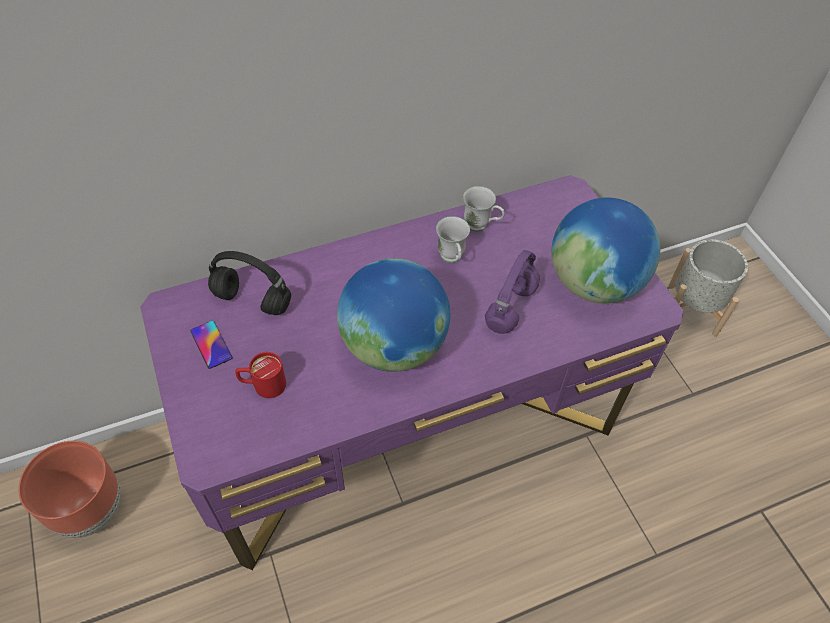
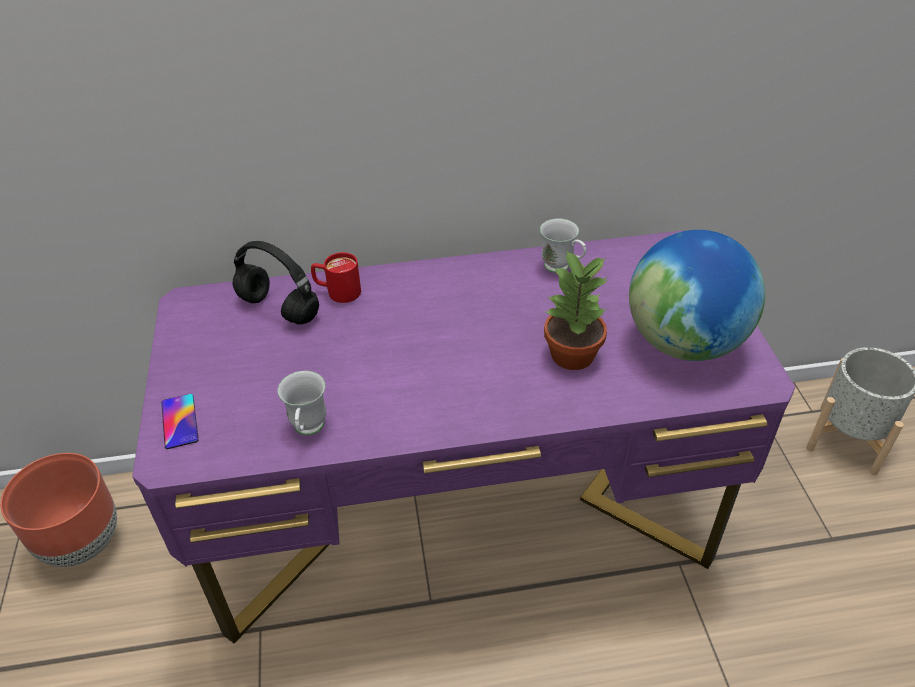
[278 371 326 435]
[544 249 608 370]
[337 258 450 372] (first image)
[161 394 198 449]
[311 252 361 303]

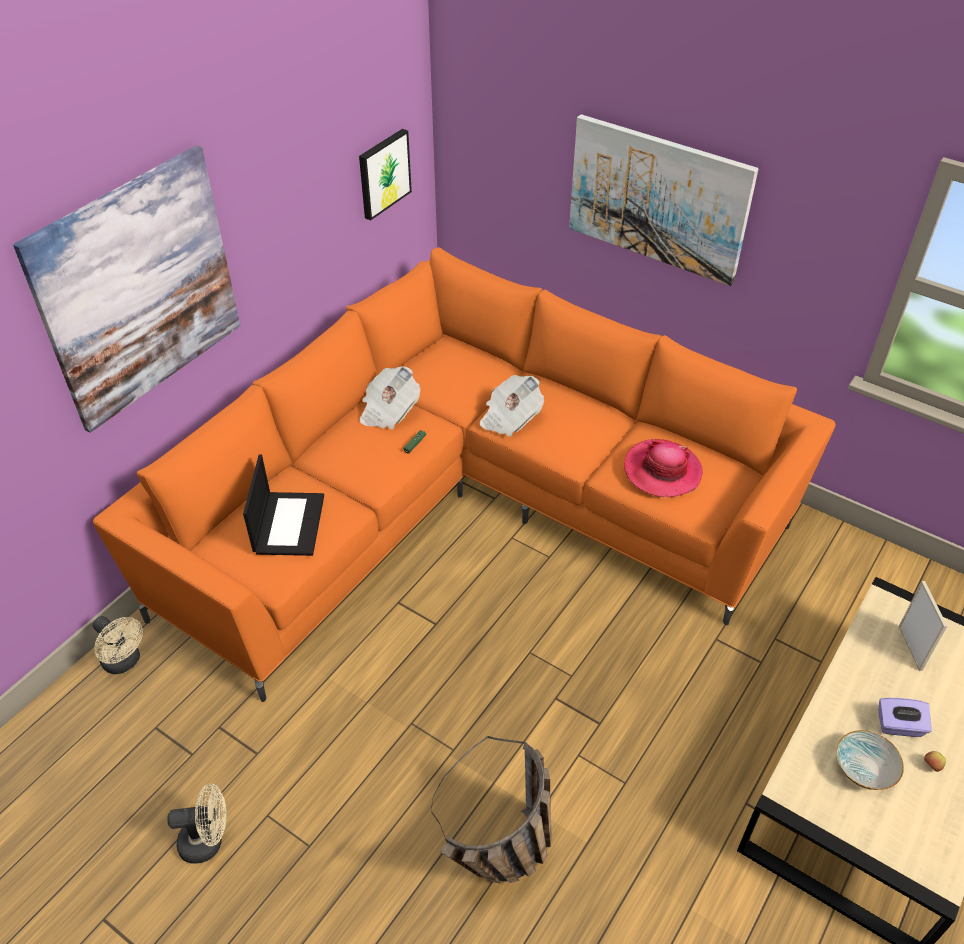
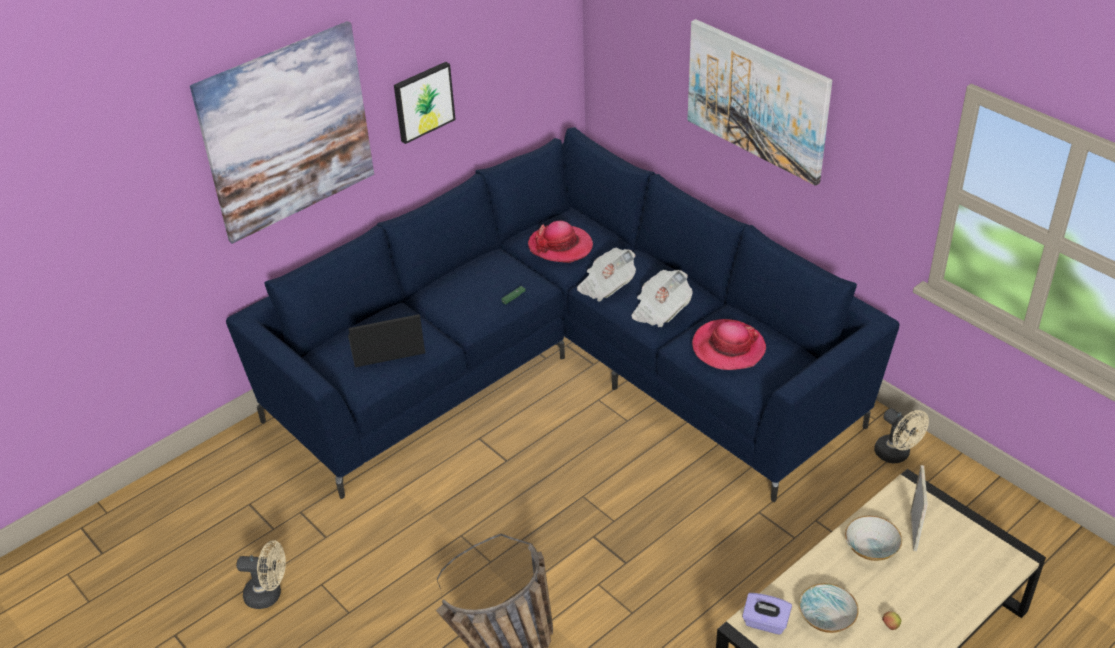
[394 62 456 144]
[226 127 899 502]
[632 270 693 327]
[348 314 425 367]
[874 408 929 463]
[742 593 792 635]
[528 221 593 263]
[845 516 902 561]

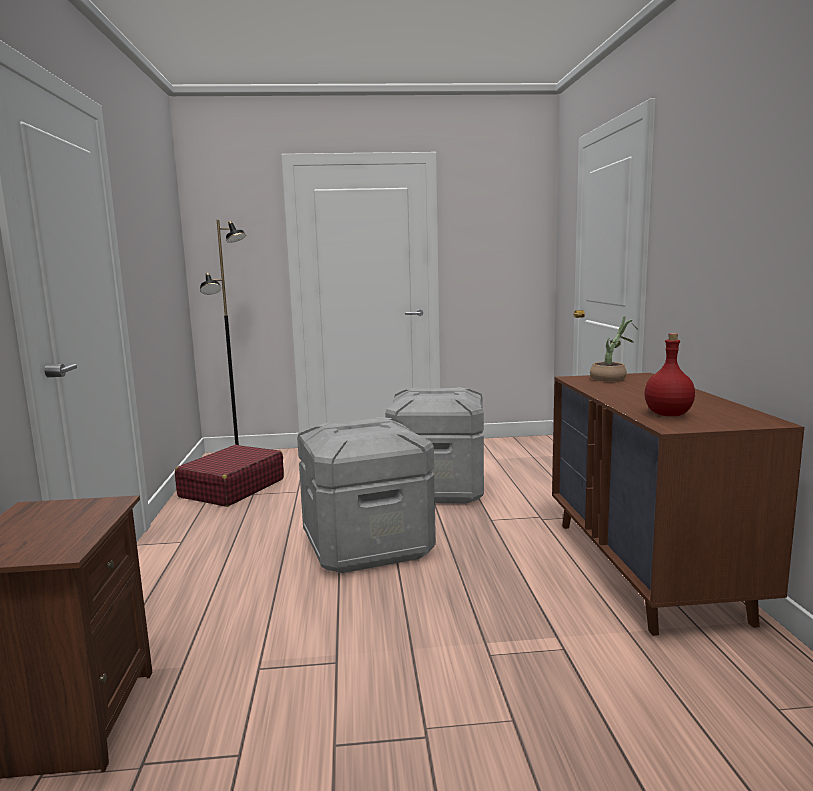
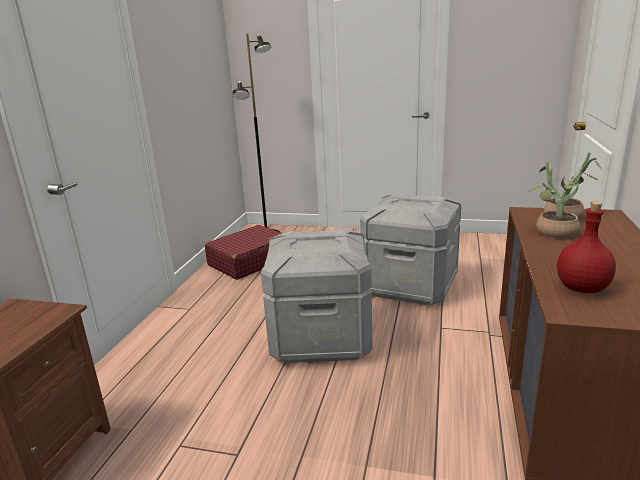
[530 162 580 239]

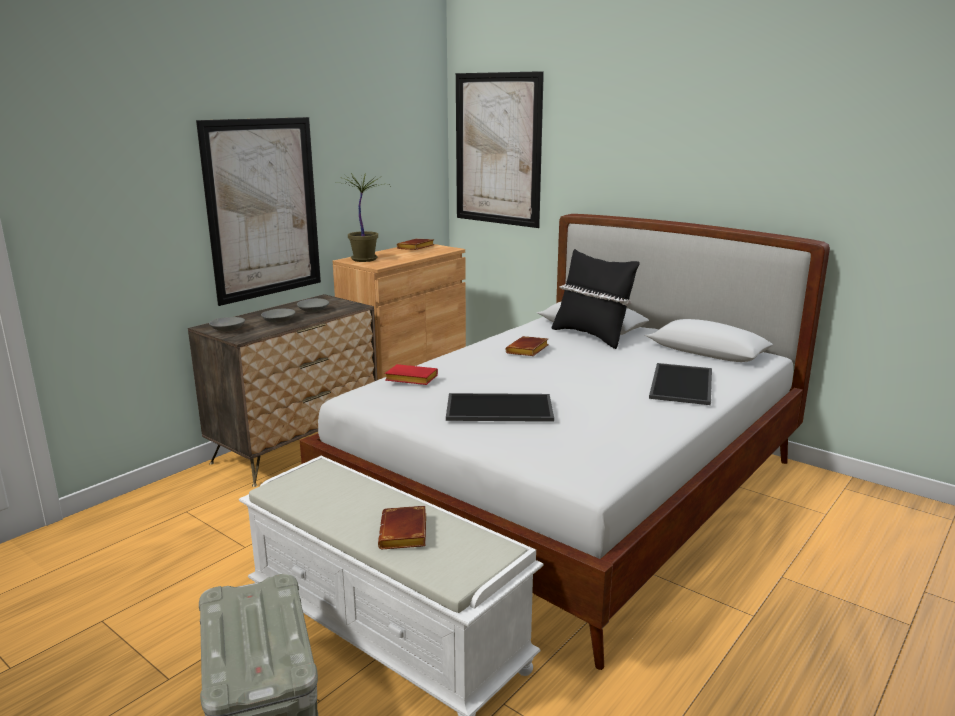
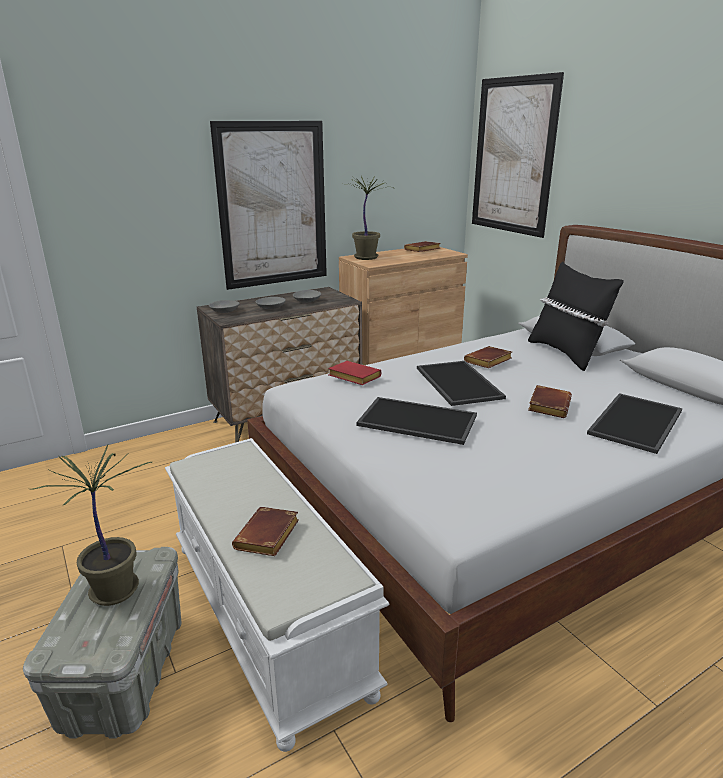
[417 361 506 406]
[528 385 572 418]
[31 444 152 606]

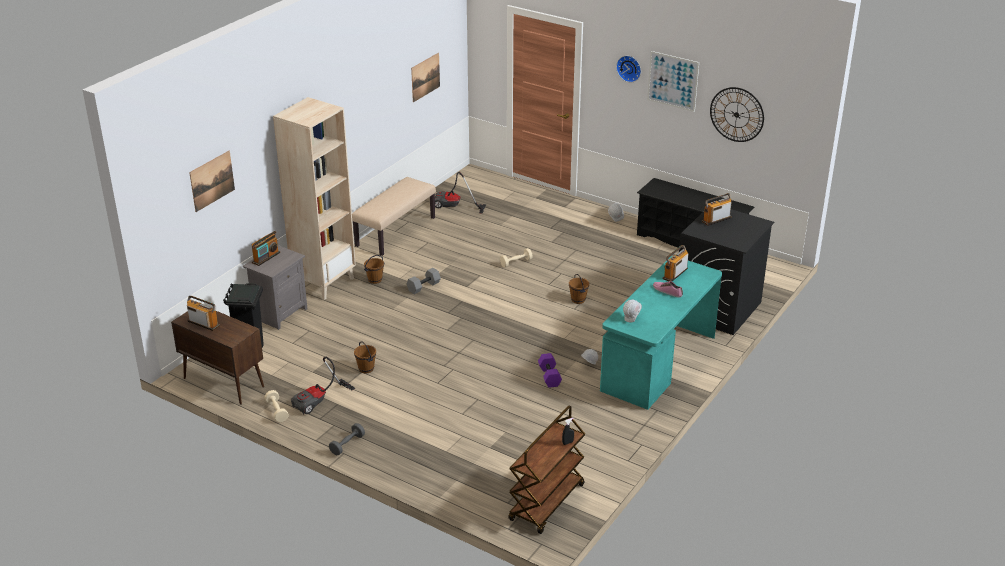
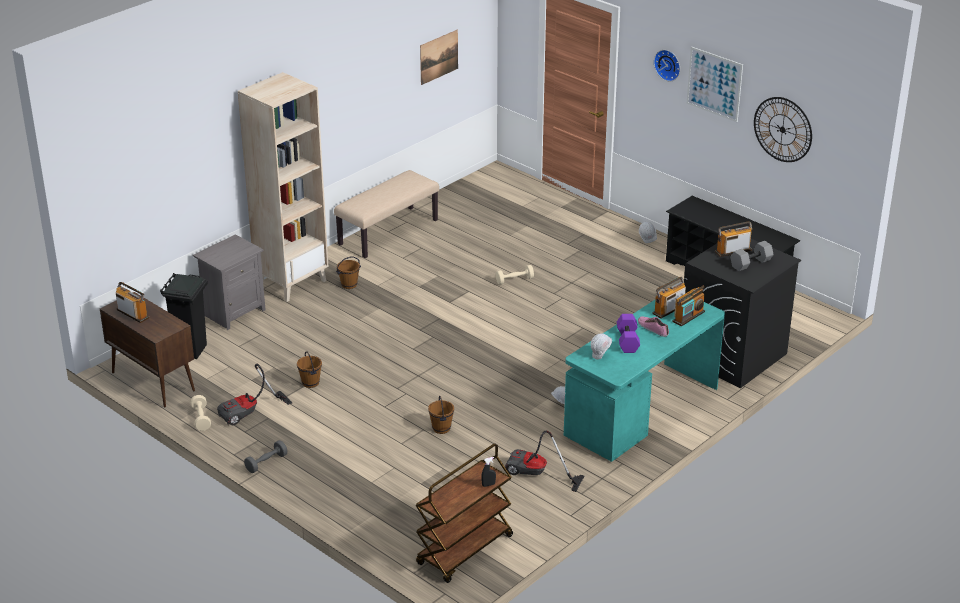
[189 151 235 212] (first image)
[505 430 584 492]
[672 285 705 327]
[730 241 774 271]
[428 396 454 434]
[617 314 640 353]

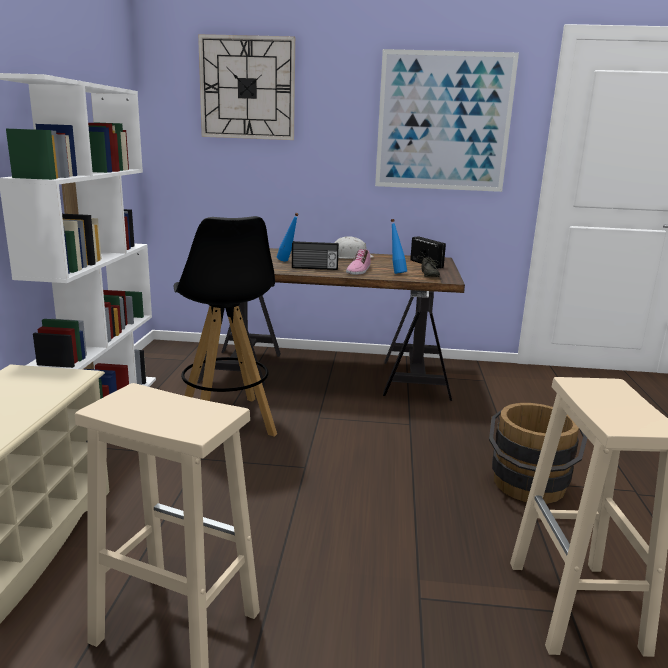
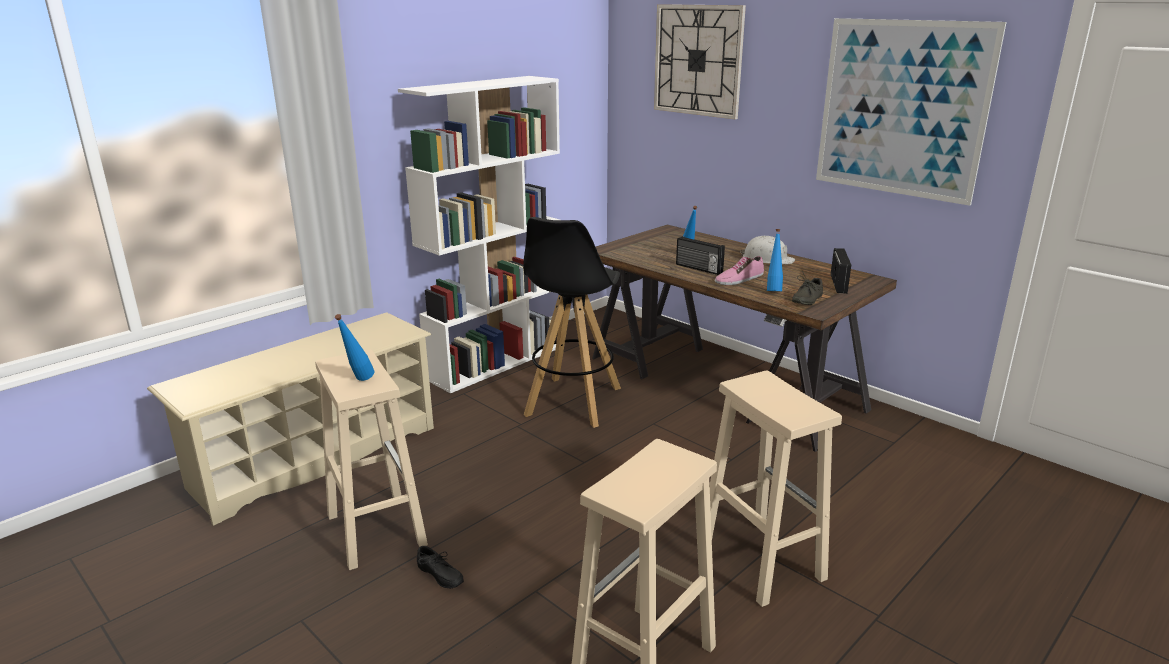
[710 371 842 607]
[335 314 374 381]
[417 546 464 589]

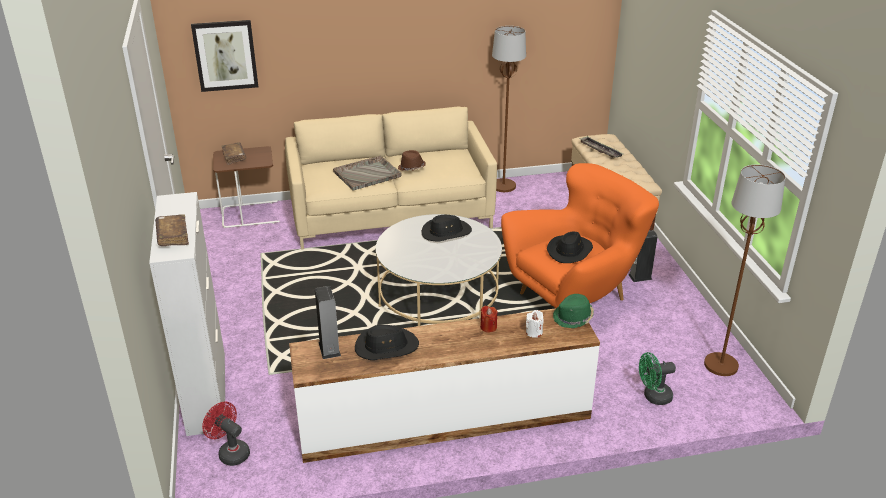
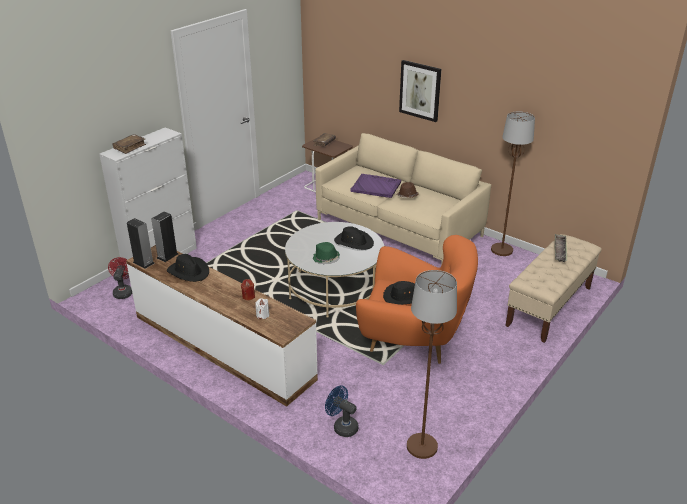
[399 60 441 122]
[350 174 401 198]
[127 218 155 269]
[313 242 340 263]
[325 386 359 437]

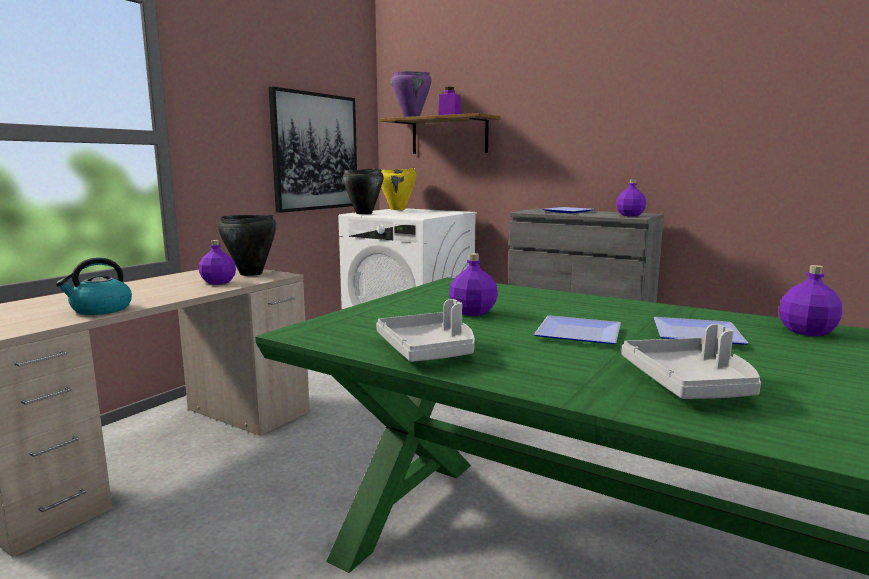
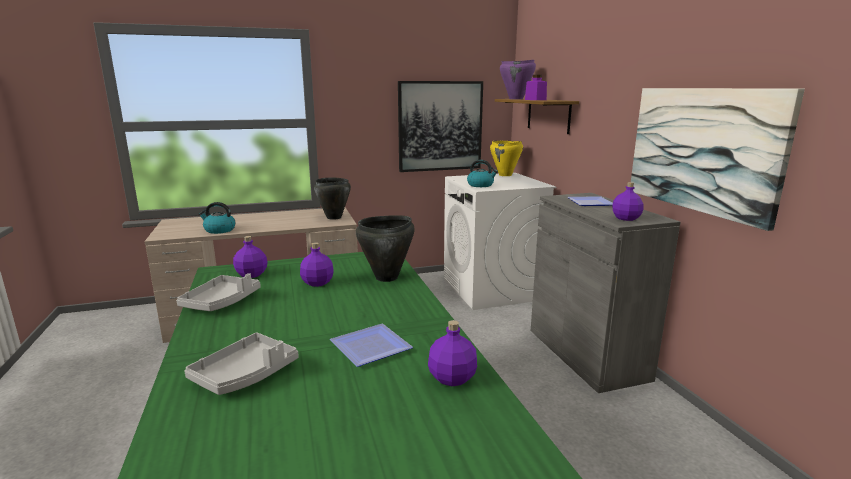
[356 215 415 282]
[233 236 268 278]
[534 315 621 344] (first image)
[631 88 805 231]
[467 160 498 187]

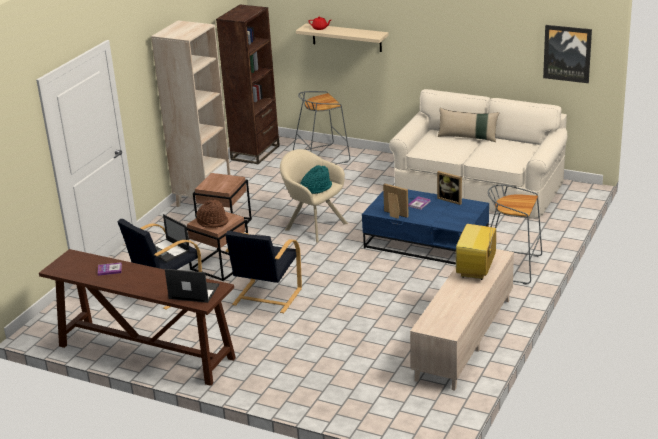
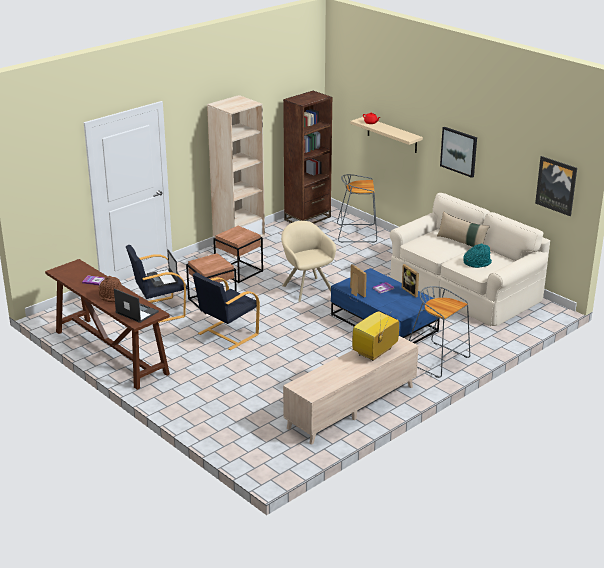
[463 243 492 268]
[99 276 123 302]
[440 127 477 178]

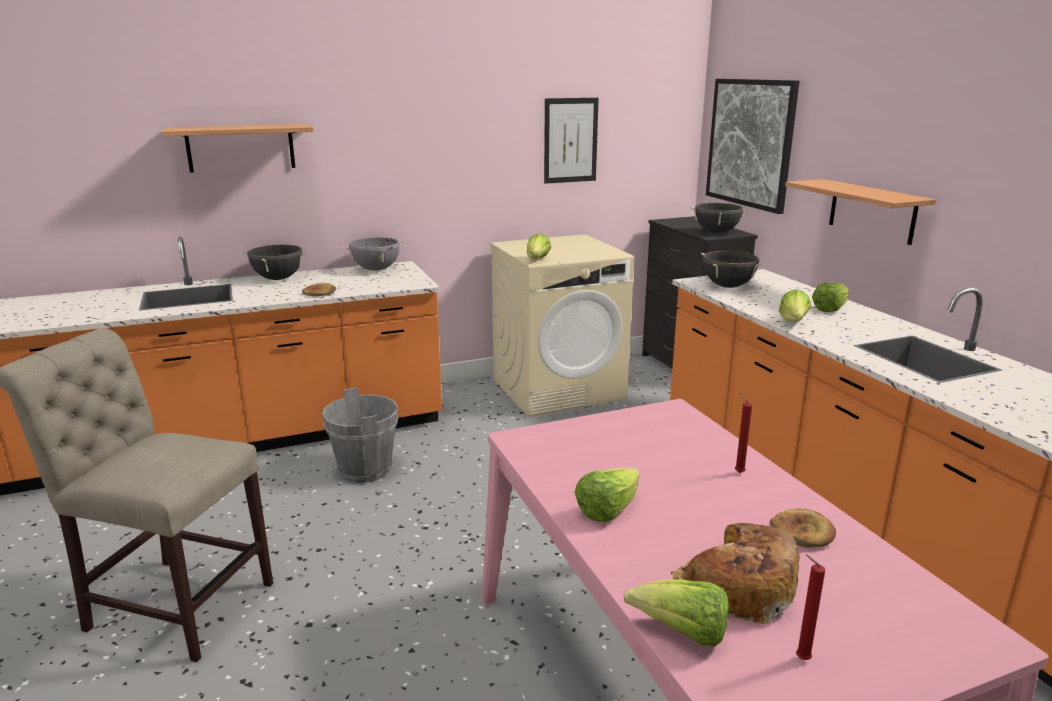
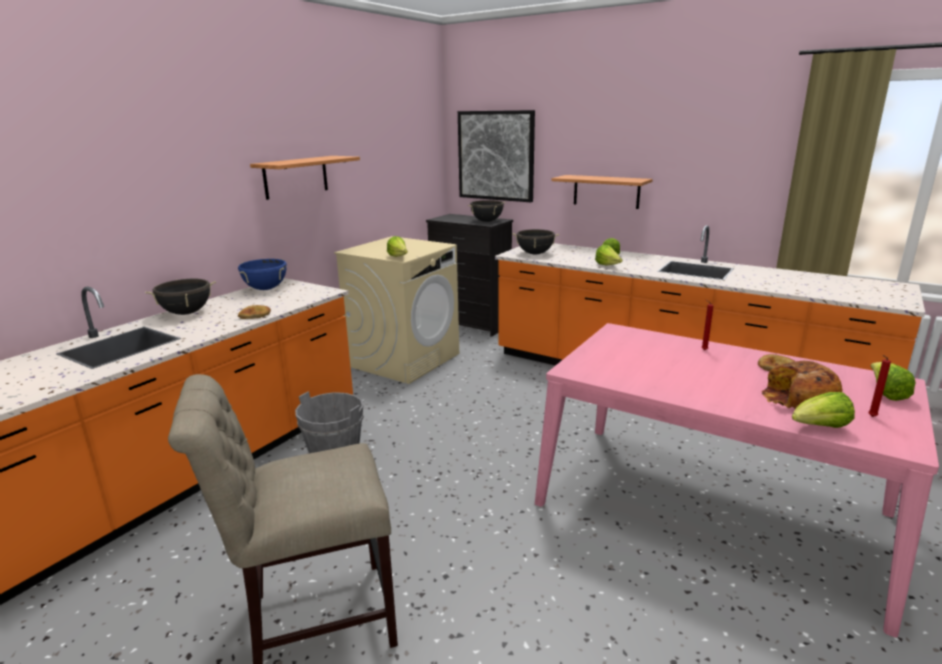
[544 98 599 184] (first image)
[250 156 360 200]
[238 259 287 290]
[871 362 916 401]

